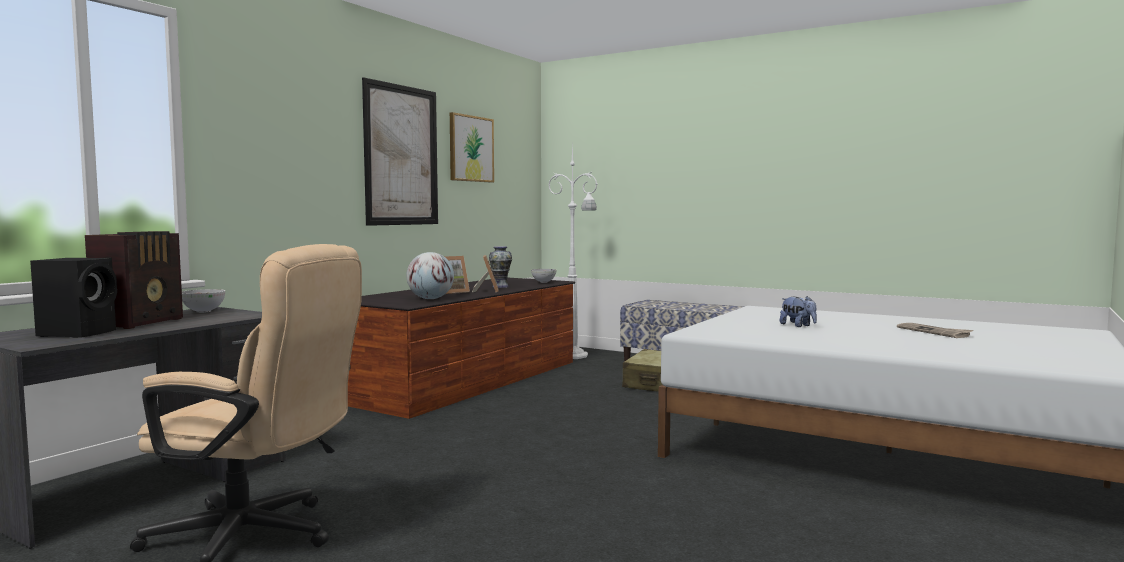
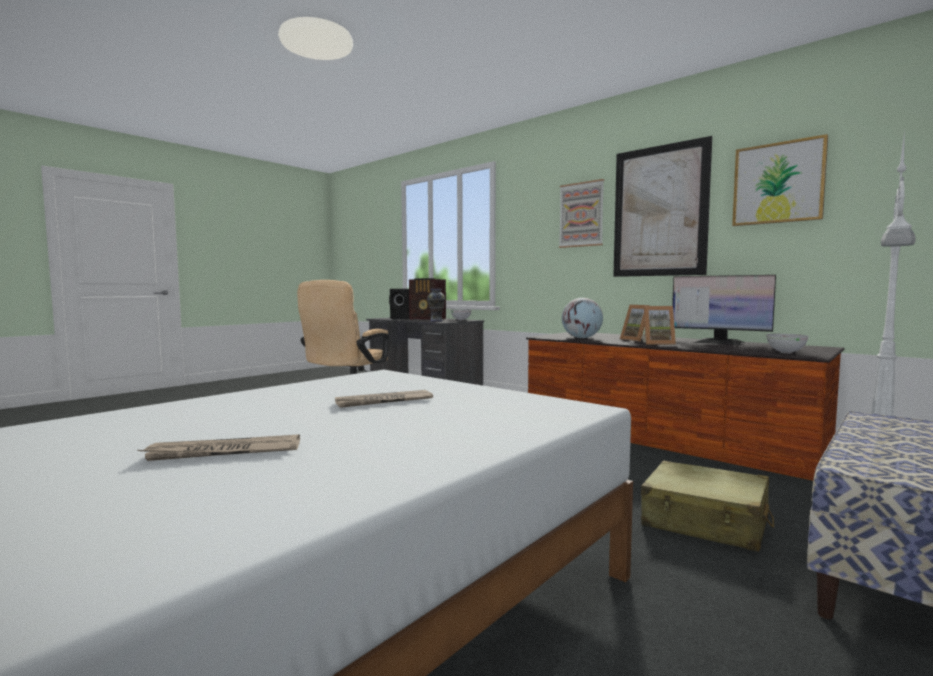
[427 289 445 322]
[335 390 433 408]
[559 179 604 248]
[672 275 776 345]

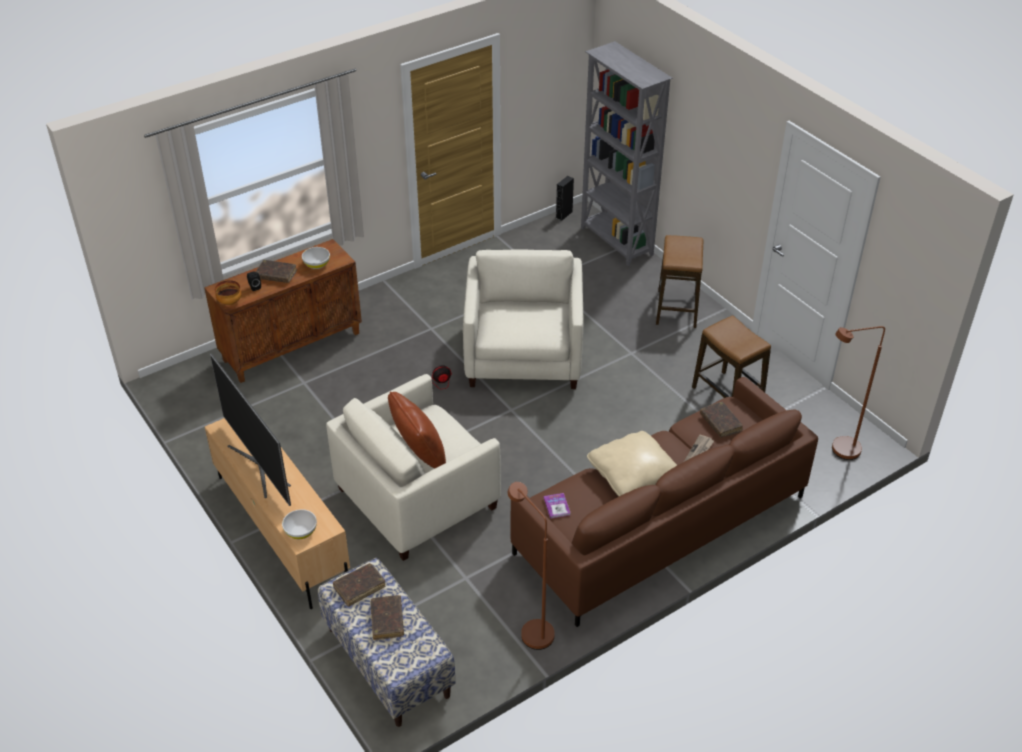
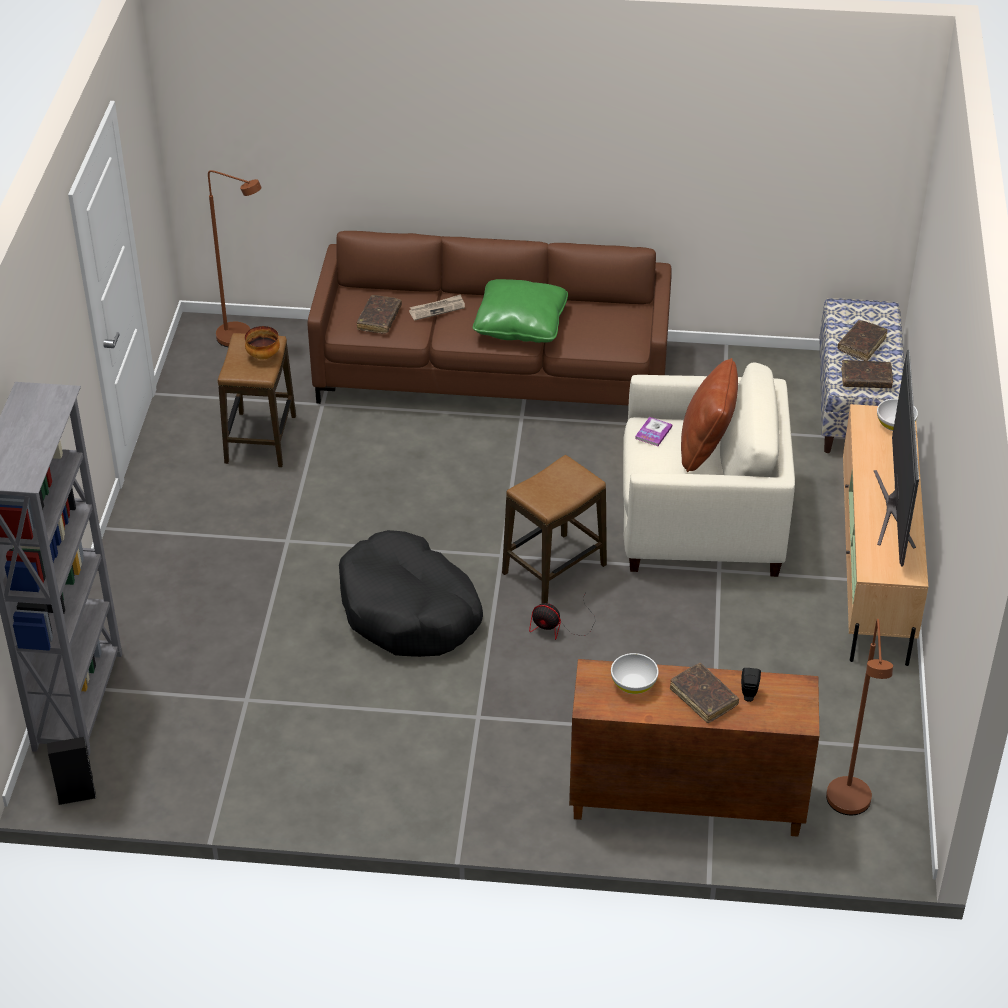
[502 455 607 603]
[339 530 483 657]
[245 326 280 360]
[473 279 568 343]
[826 619 893 815]
[635 417 672 446]

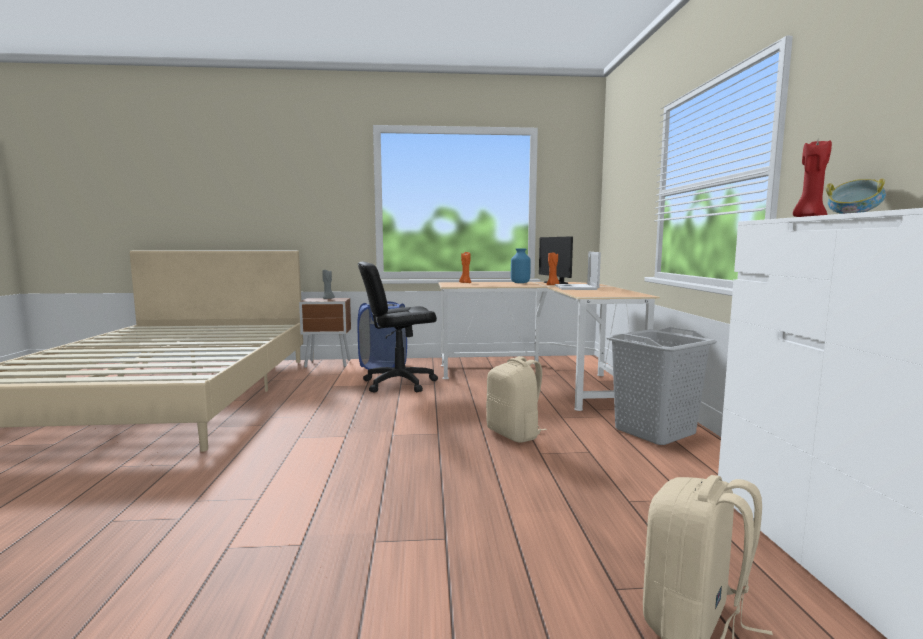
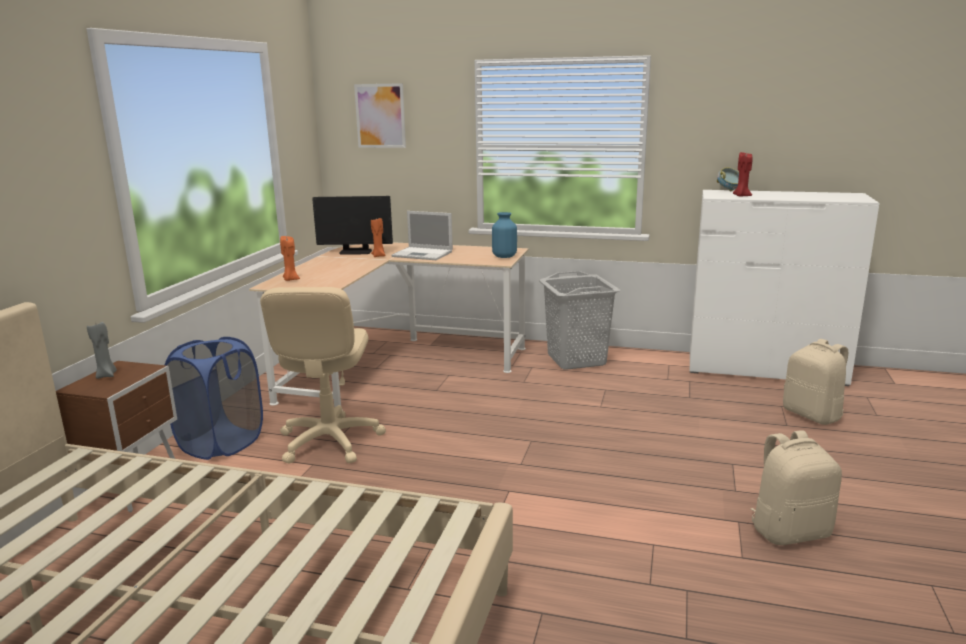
[492 212 517 258]
[260 287 386 464]
[751 430 842 545]
[354 83 406 148]

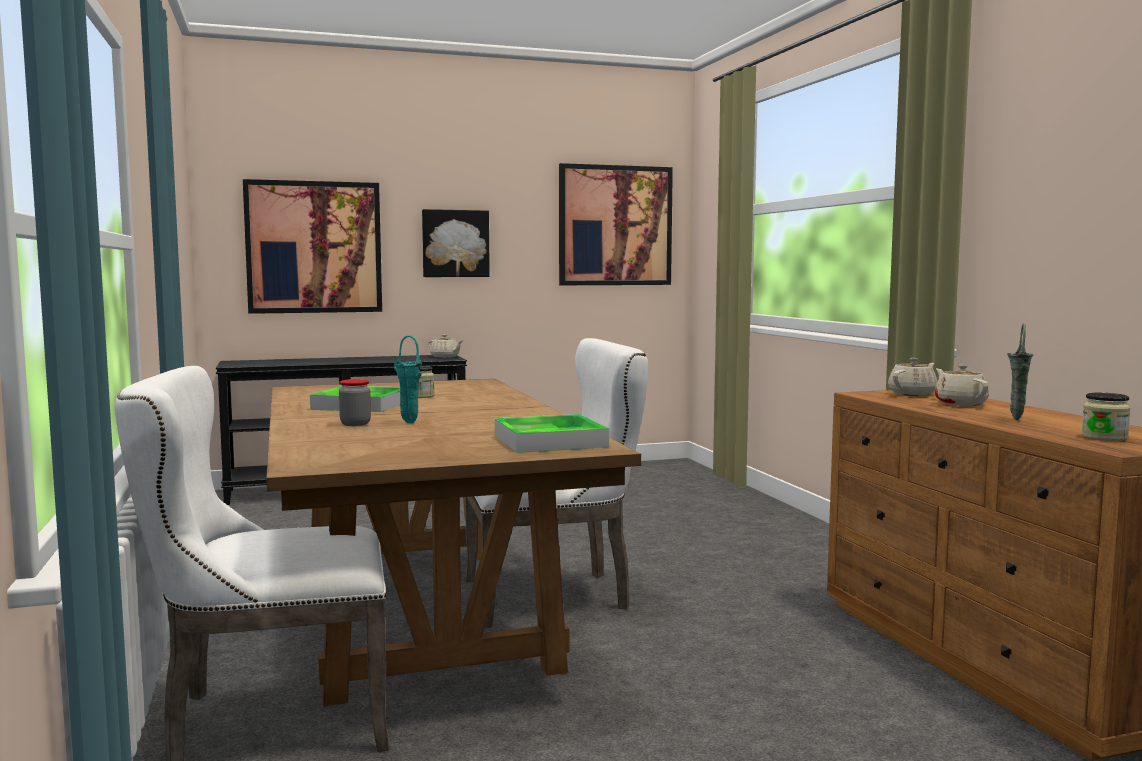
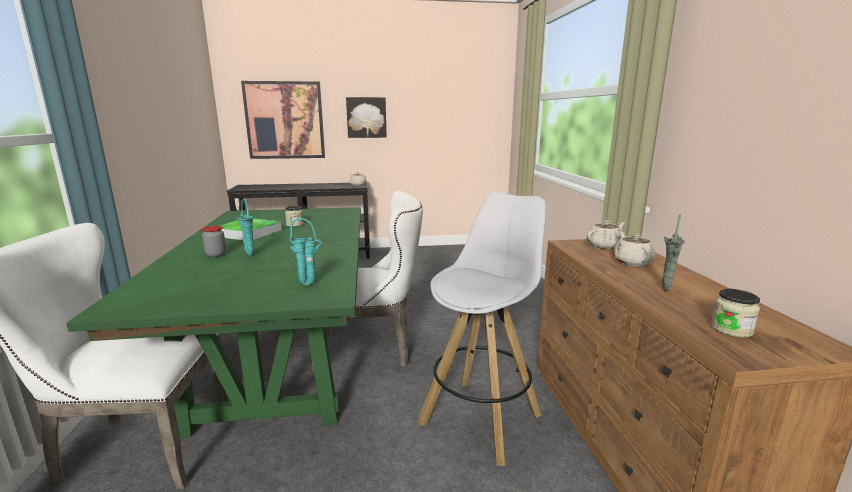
[559 163 673 285] (first image)
[66 207 361 438]
[289 218 322 285]
[418 191 546 466]

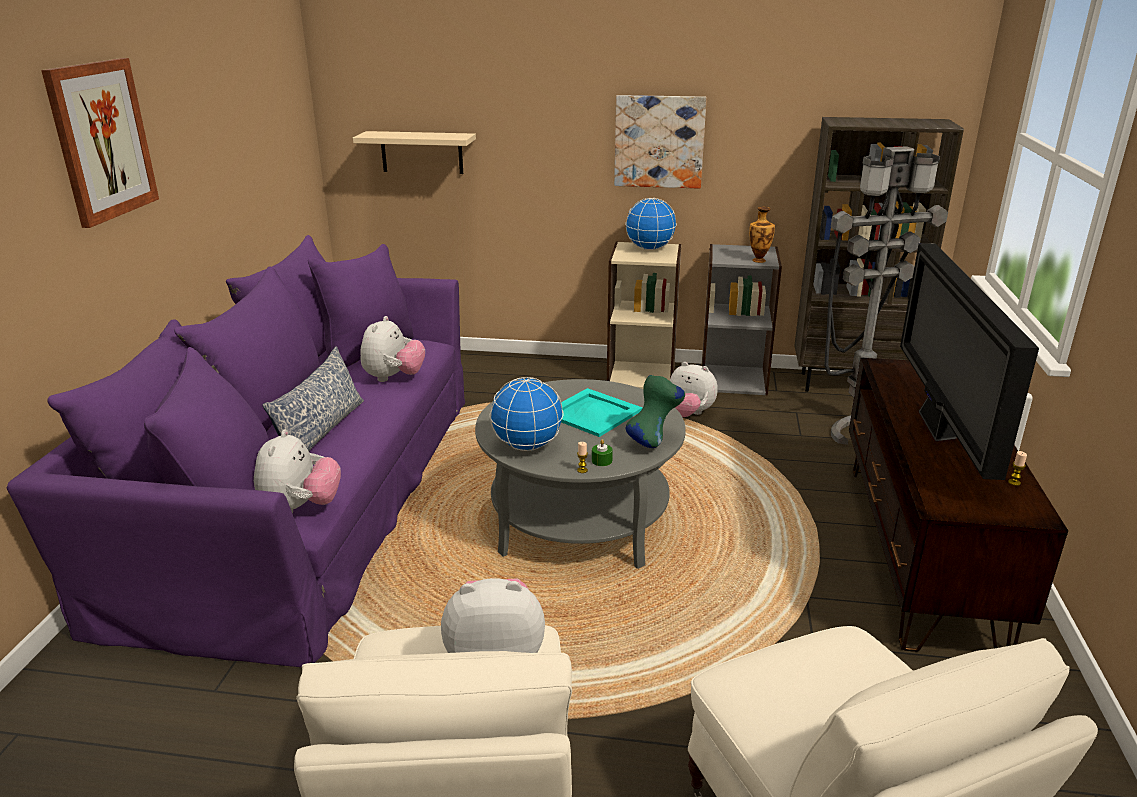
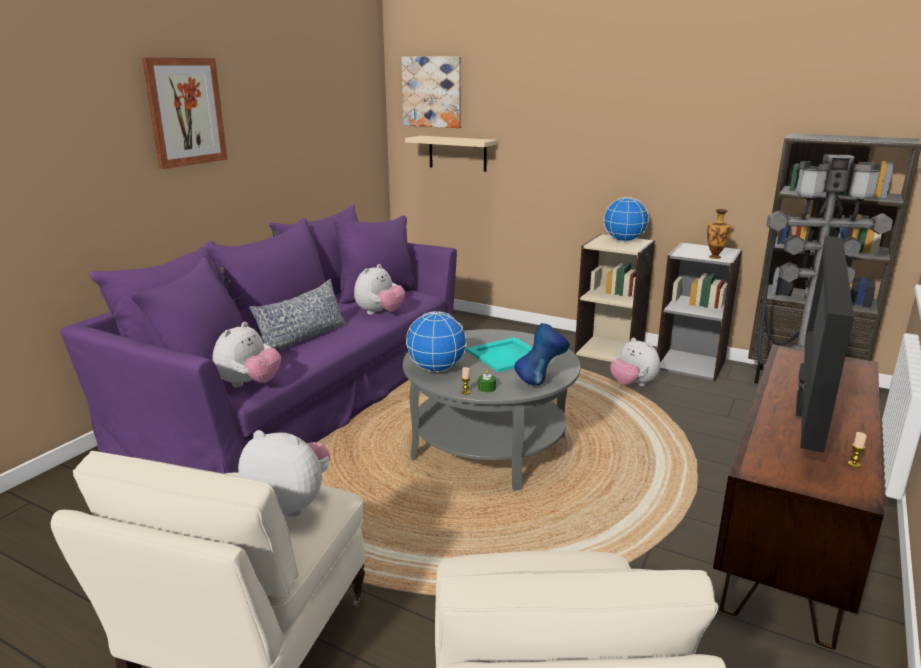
[401 56 461 128]
[514 323 570 386]

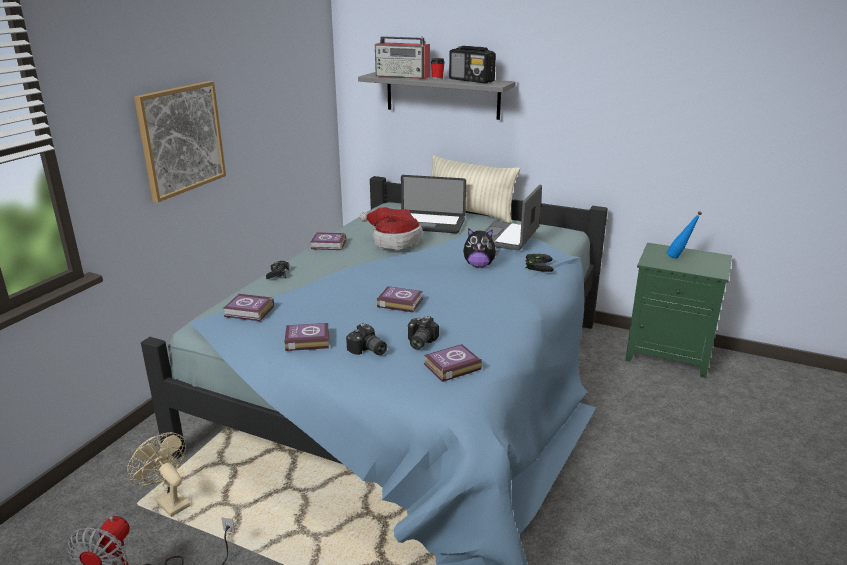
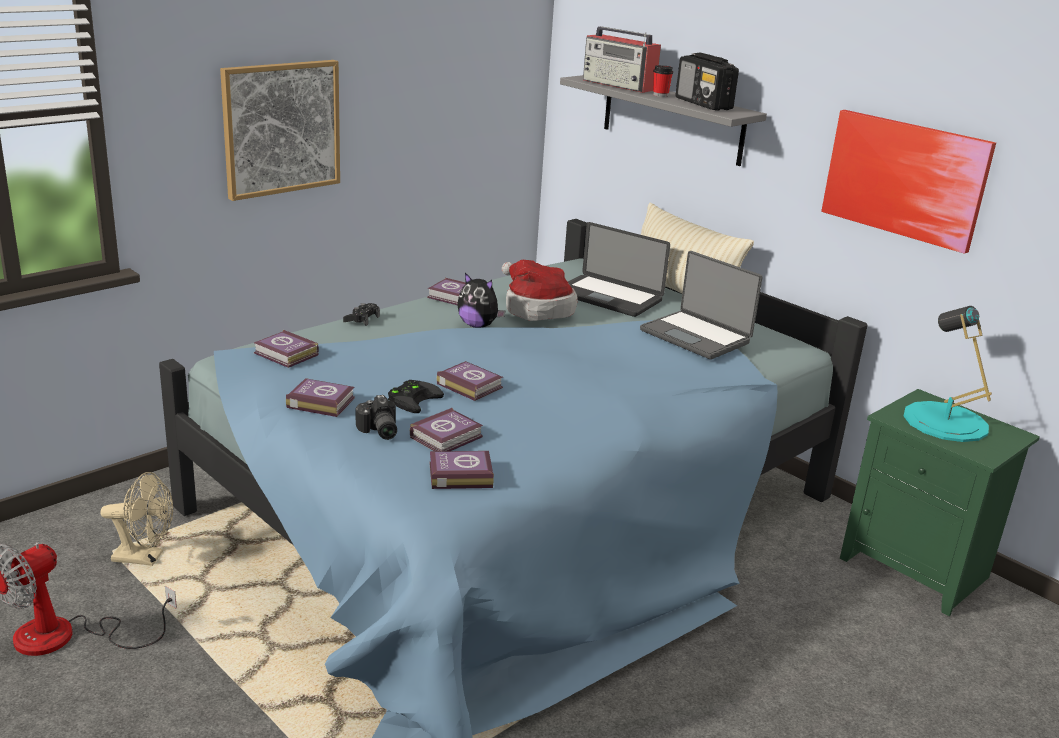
[640 251 762 359]
[903 306 992 442]
[457 273 506 328]
[388 380 444 413]
[410 408 483 451]
[100 472 173 566]
[821 110 996 254]

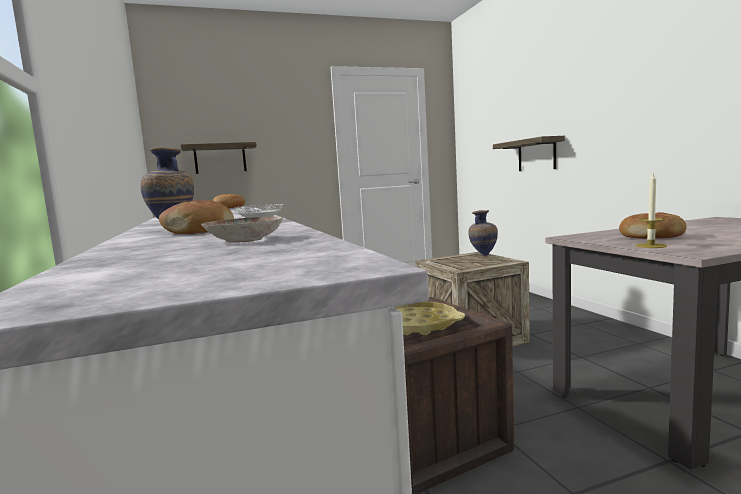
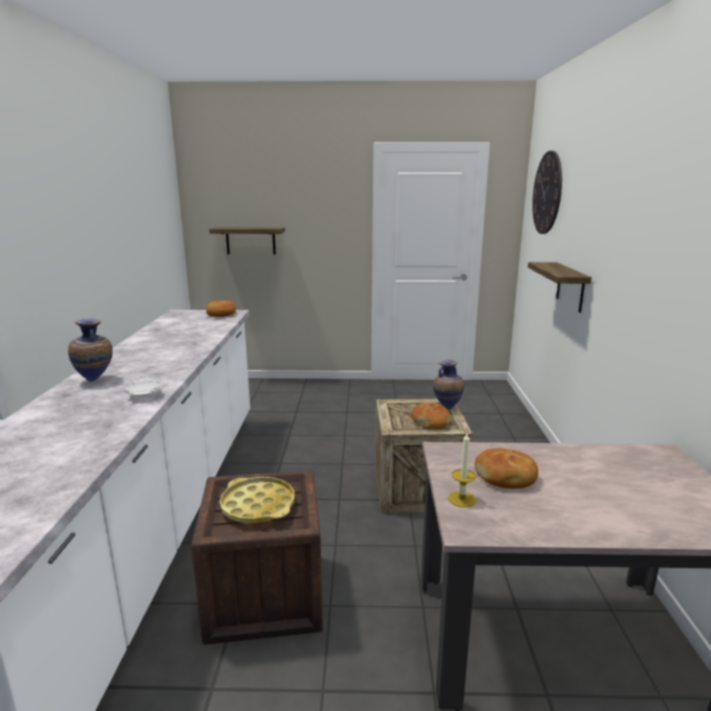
[411 403 451 429]
[201 217 283 242] (first image)
[532 151 562 234]

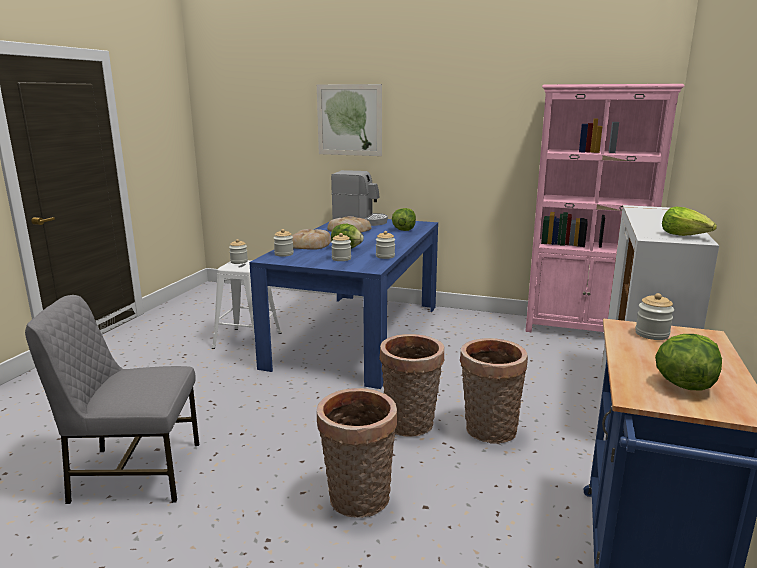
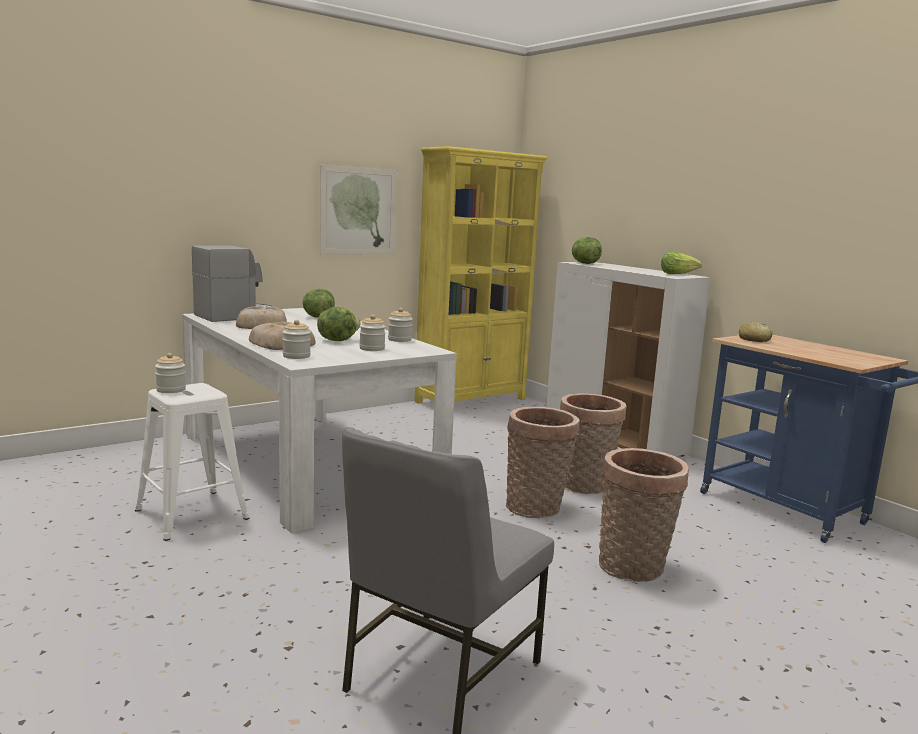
[320 165 397 255]
[414 146 548 404]
[182 308 457 533]
[739 321 773 342]
[572 237 602 264]

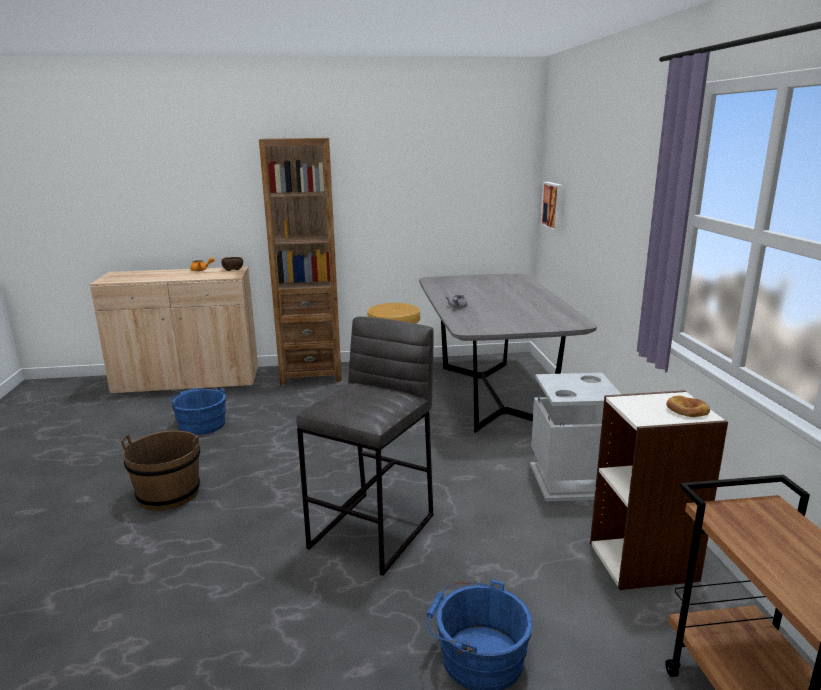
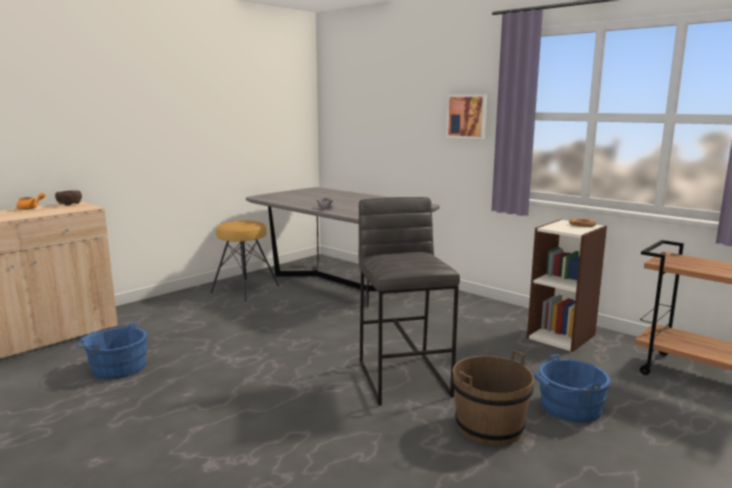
[259 138 342 385] (first image)
[446 95 487 139]
[530 373 621 501] (first image)
[452 350 534 446]

